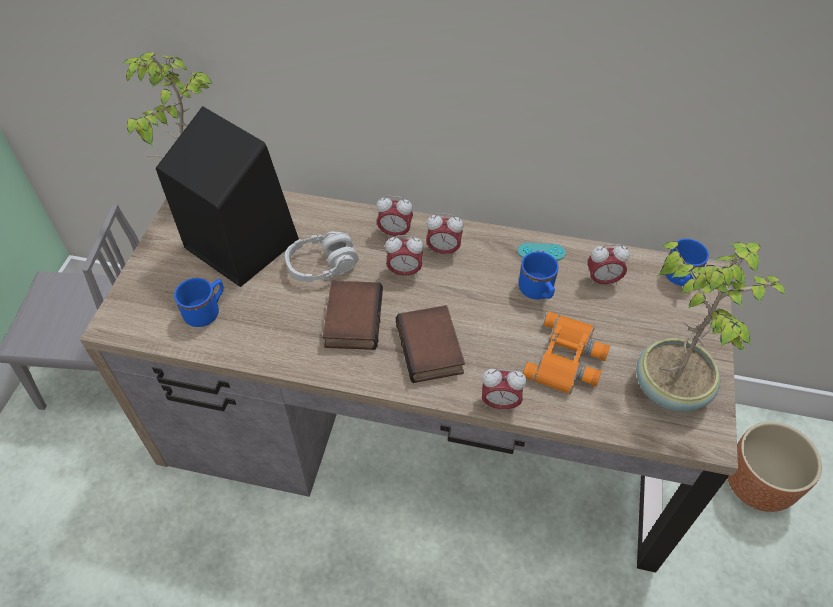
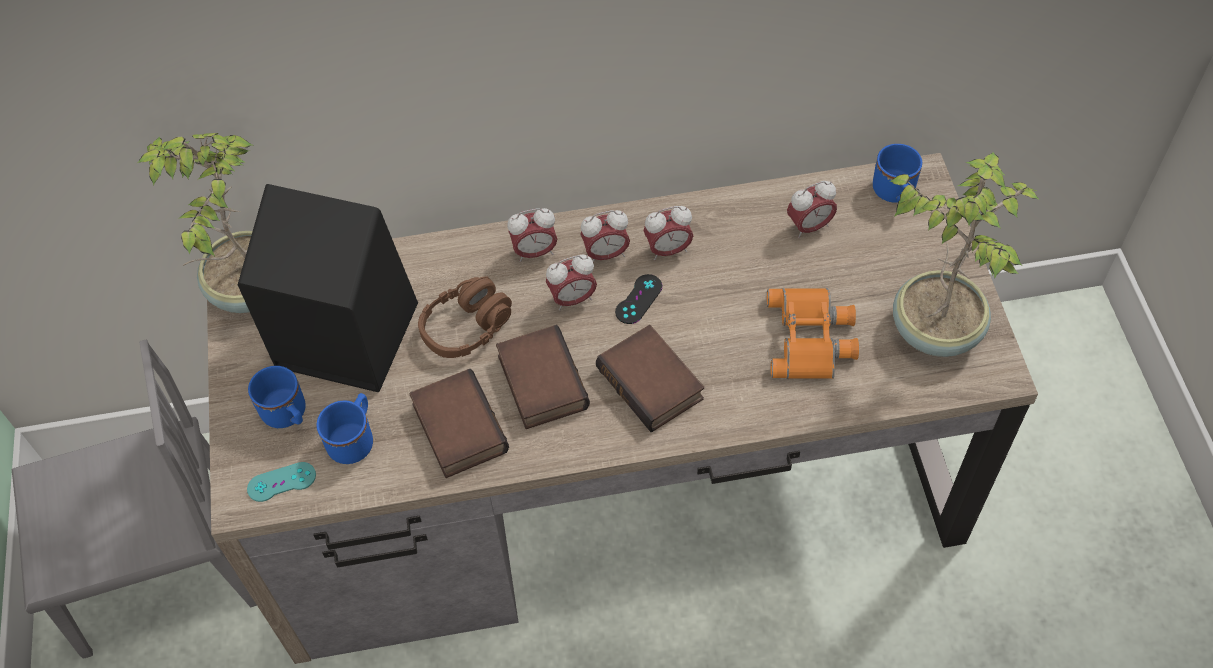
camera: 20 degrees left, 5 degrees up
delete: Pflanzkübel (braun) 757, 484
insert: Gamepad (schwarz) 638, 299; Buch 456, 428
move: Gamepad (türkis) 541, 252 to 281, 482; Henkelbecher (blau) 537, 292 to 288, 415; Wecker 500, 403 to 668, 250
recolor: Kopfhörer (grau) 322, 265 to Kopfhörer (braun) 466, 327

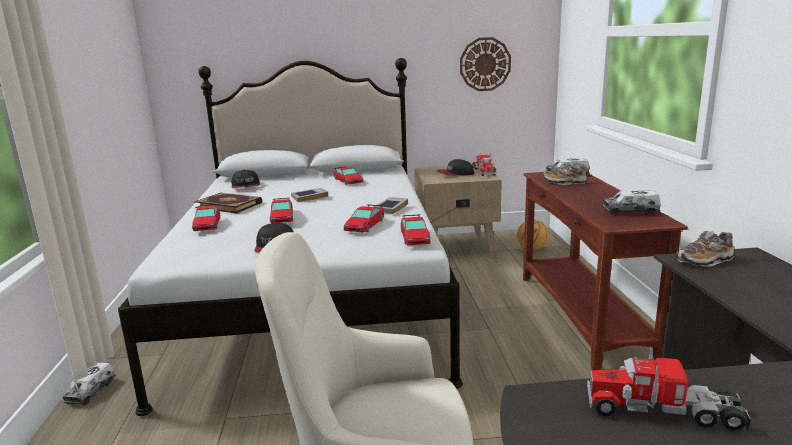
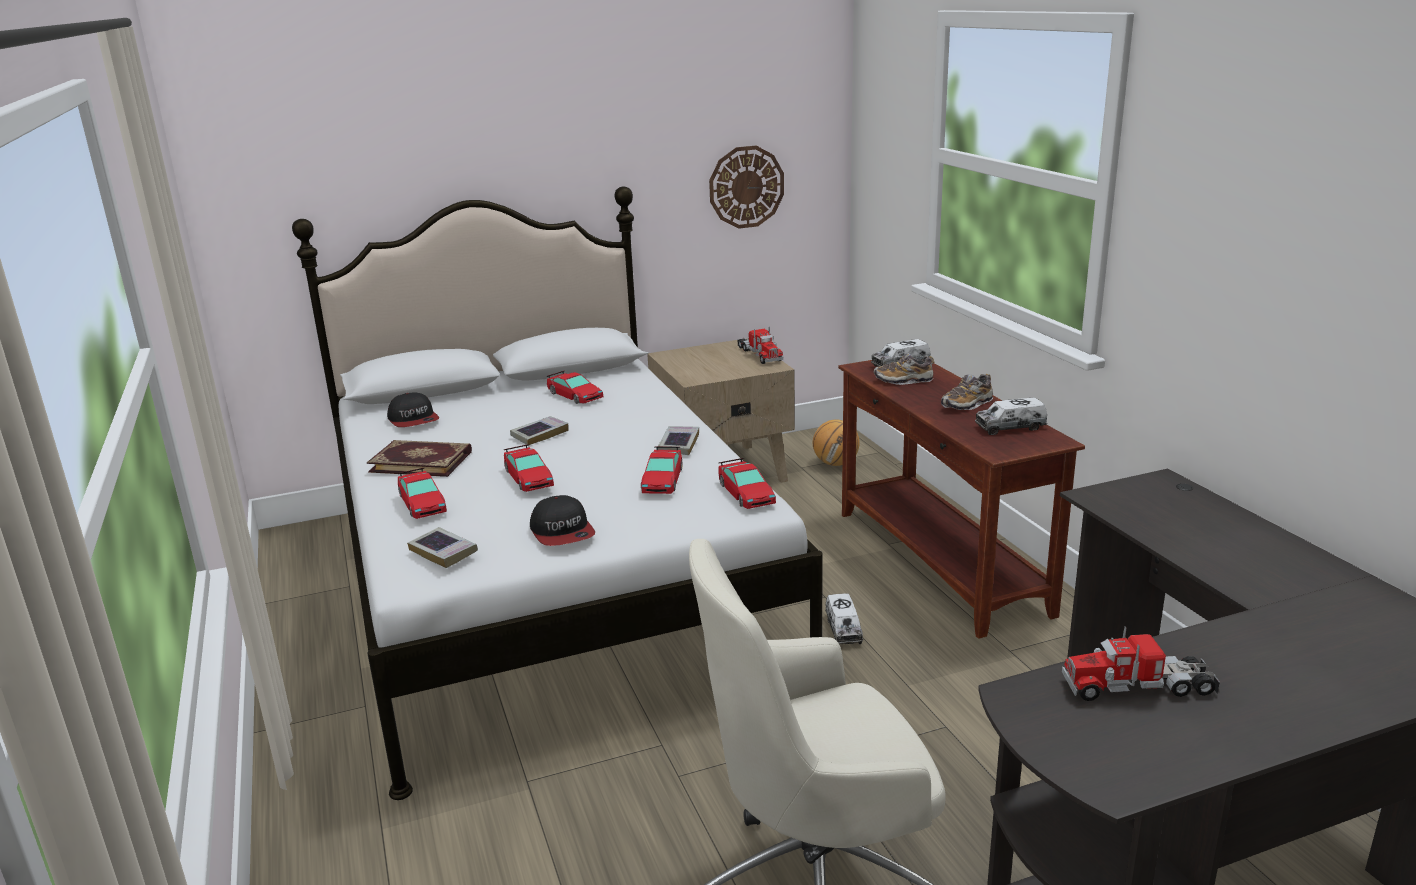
camera: 15 degrees left, 5 degrees up
delete: Kappe 455, 174
insert: Buch 443, 552
move: Schuh 704, 261 to 967, 404; Spielzeuglaster 91, 391 to 843, 630

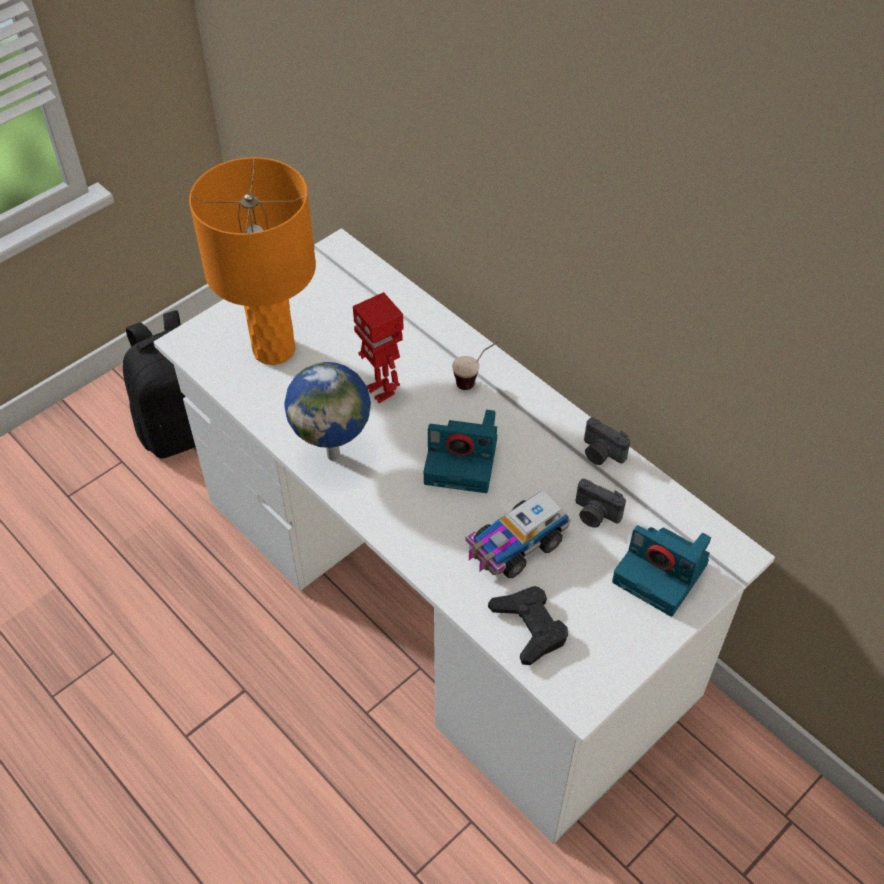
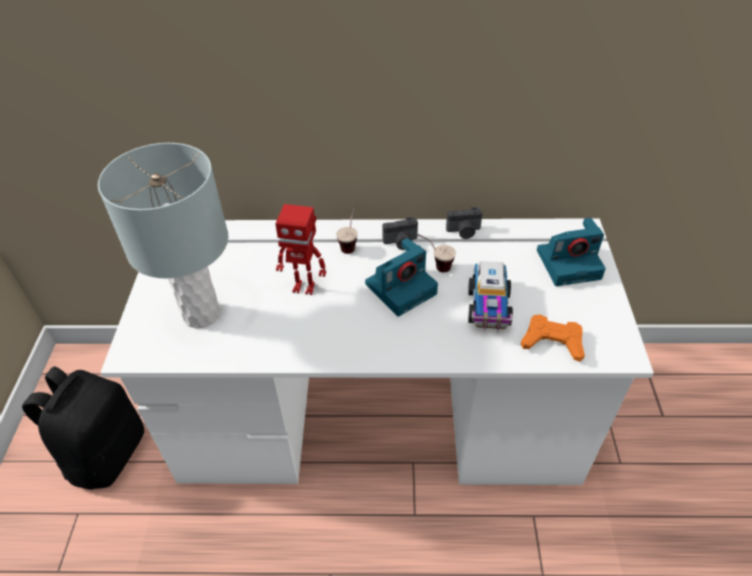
camera: 45 degrees left, 5 degrees down
delete: Globus 334, 454
insert: Tasse 434, 265
move: Kamera 595, 515 to 401, 242
recolor: Tischlampe (orange) 274, 349 to Tischlampe (grau) 202, 314; Gamepad (schwarz) 529, 627 to Gamepad (orange) 552, 341

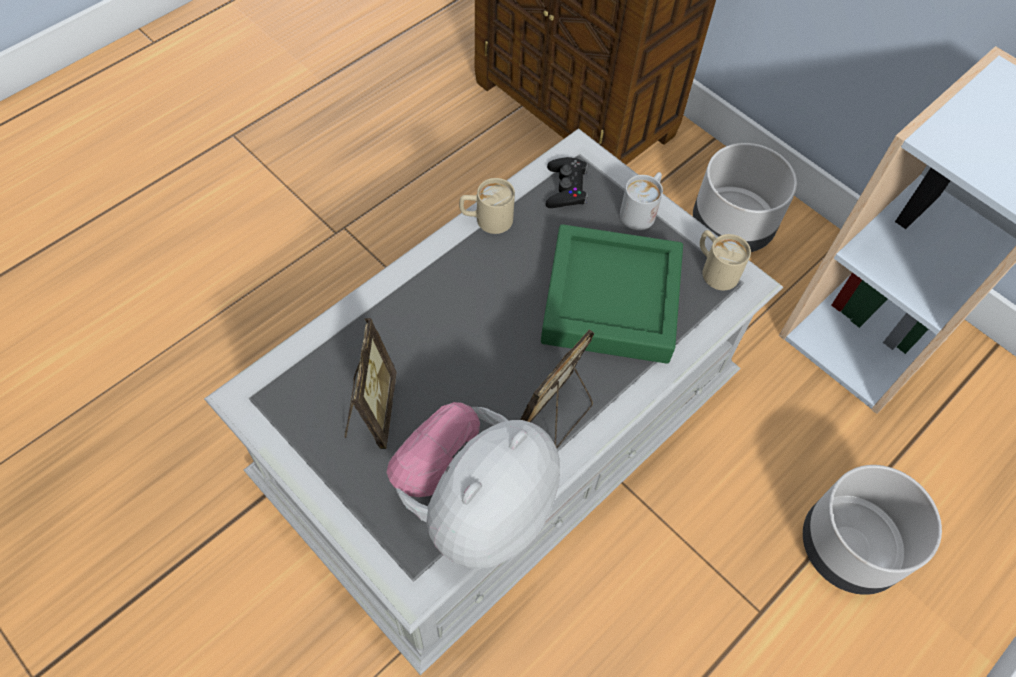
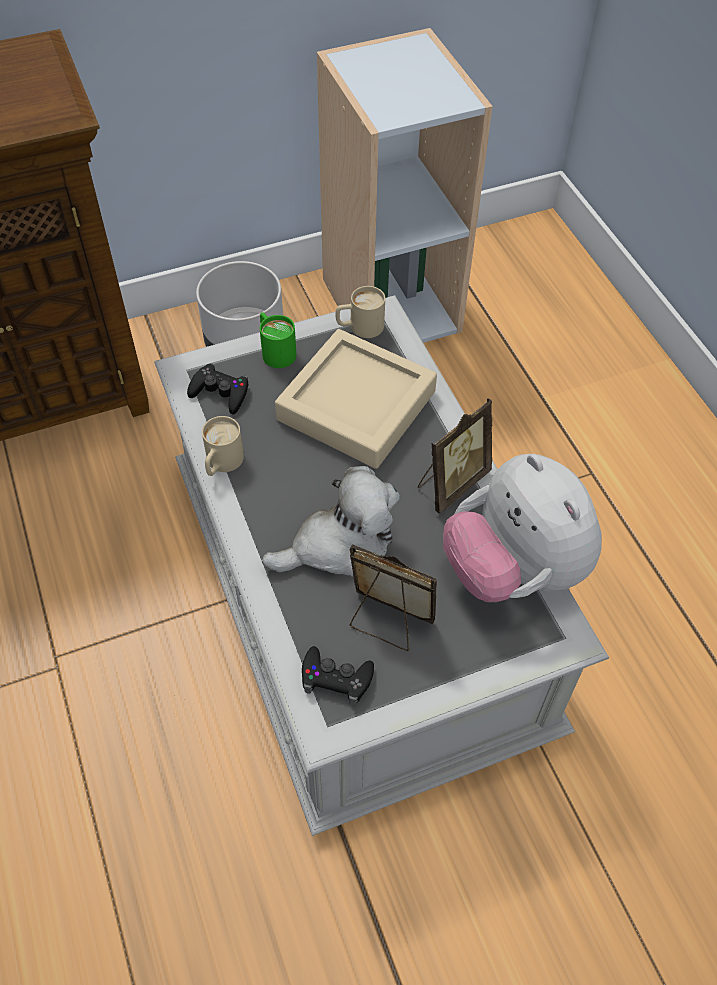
camera: 65 degrees left, 5 degrees down
delete: Pflanzkübel (grau) 849, 548
insert: Plüschtier 339, 545; Gamepad (schwarz) 336, 678
recolor: Henkelbecher (weiß) 641, 210 to Henkelbecher (grün) 275, 350; Tablett (grün) 611, 300 to Tablett (beige) 356, 406
rotate: Bilderrahmen 556, 415 = 451, 483 105 degrees counterclockwise

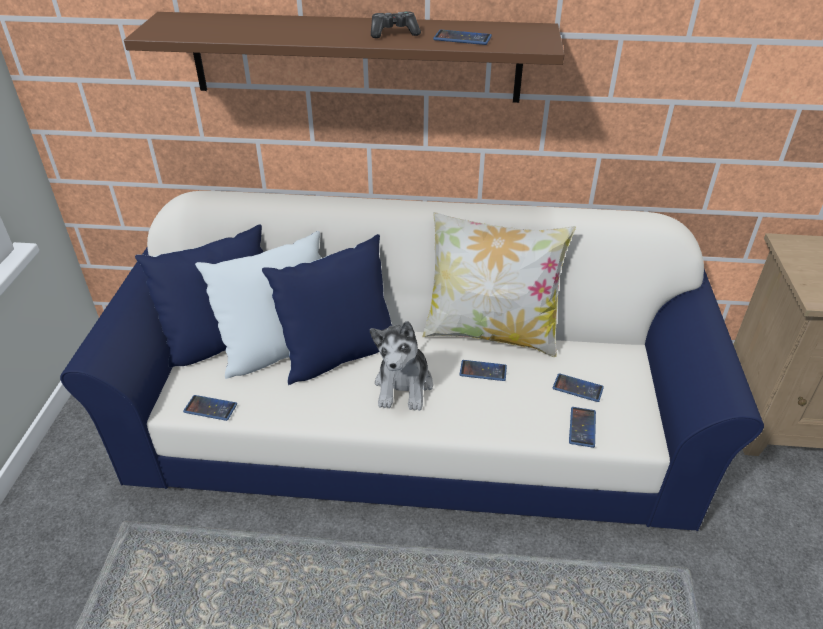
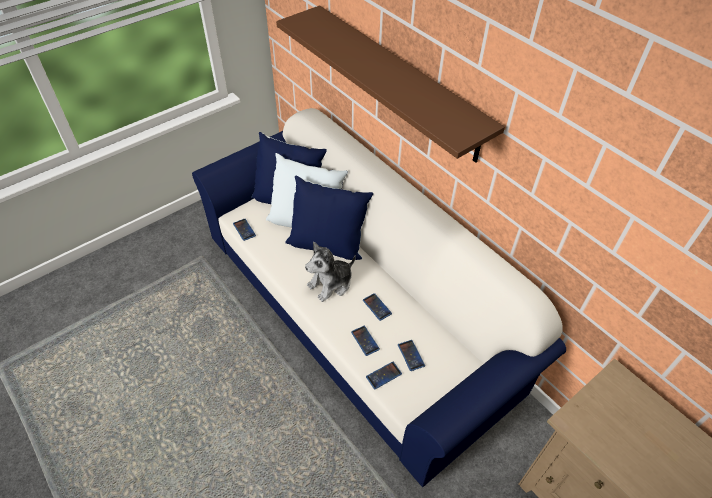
camera: 45 degrees right, 10 degrees up
delete: Gamepad 394, 33; Kissen 491, 333
move: Handy 462, 38 to 365, 341

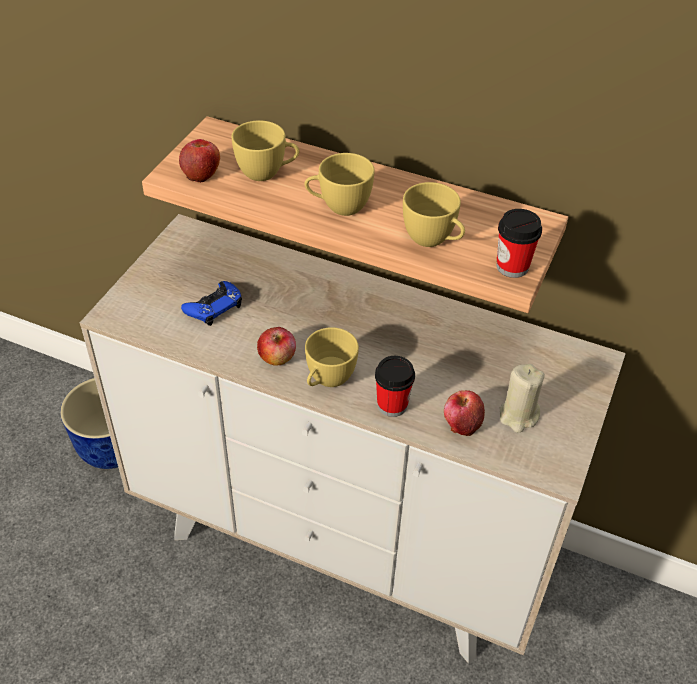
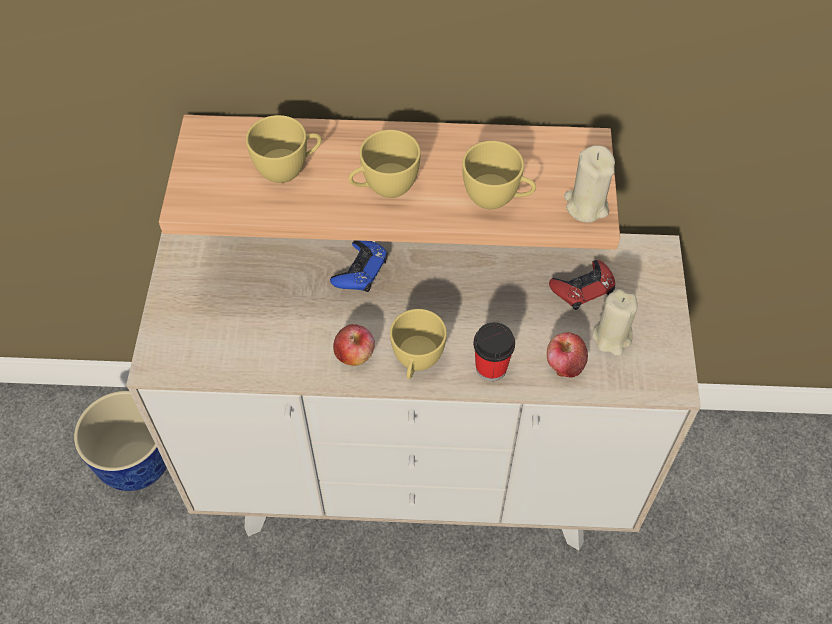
camera: 20 degrees left, 10 degrees up
delete: Apfel 201, 173
insert: Gamepad (rot) 583, 288
move: Gamepad (blau) 214, 307 to 360, 270
replace: Tasse 512, 266 to Kerze (beige) 586, 205

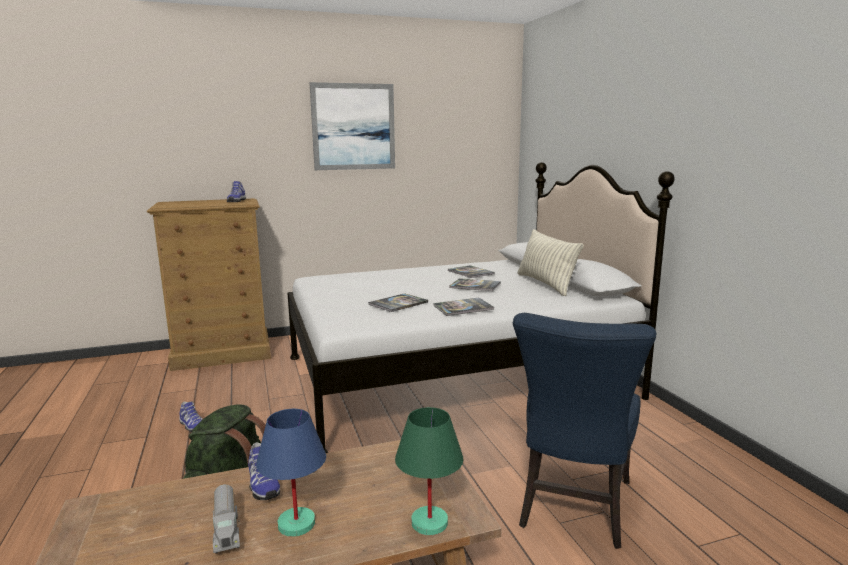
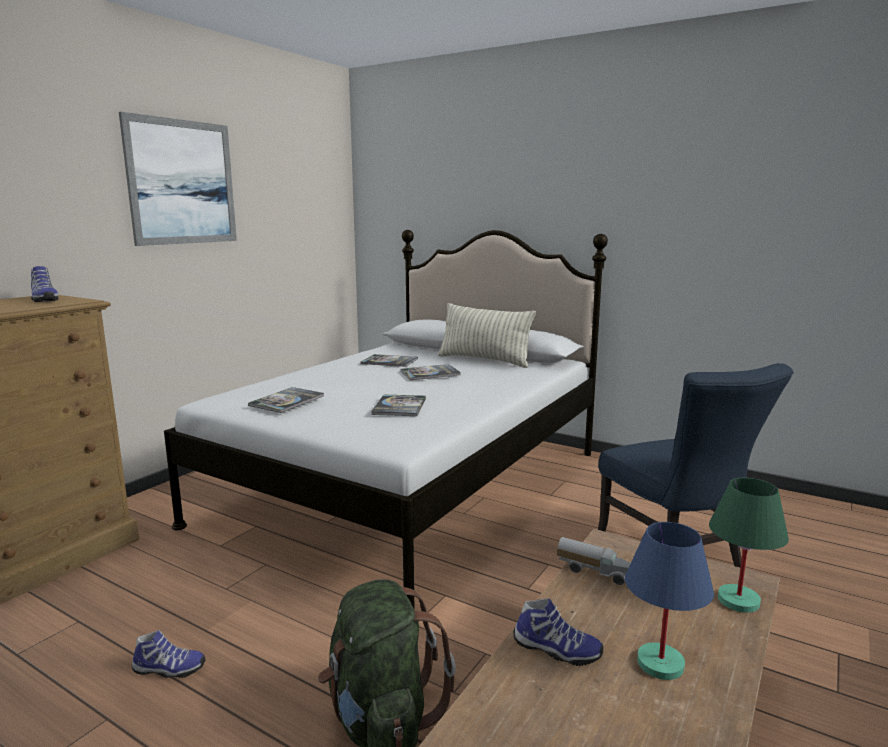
camera: 40 degrees left, 0 degrees up
move: Buch 463, 308 to 287, 401; Spielzeuglaster 227, 530 to 594, 571

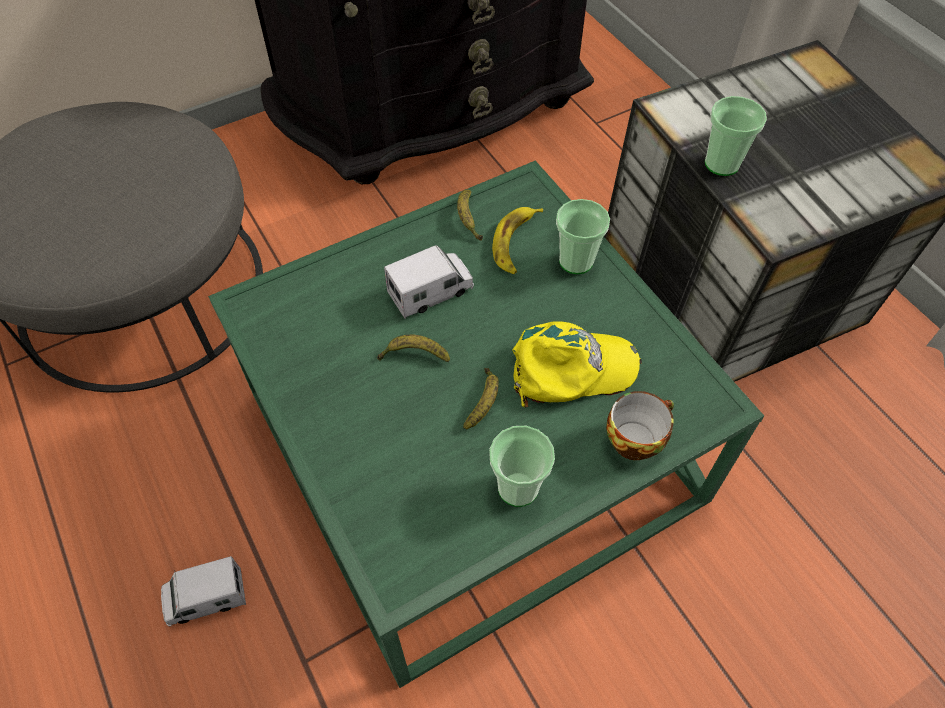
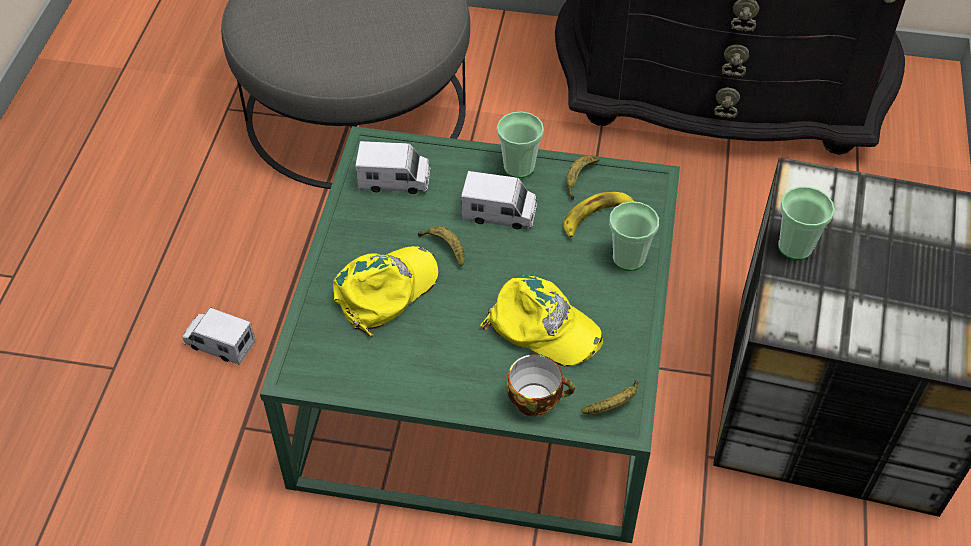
camera: 40 degrees right, 5 degrees down
insert: Spielzeuglaster 394, 181; Kappe (gelb) 386, 290
move: Banane 483, 402 to 614, 404; Tasse 518, 487 to 519, 167

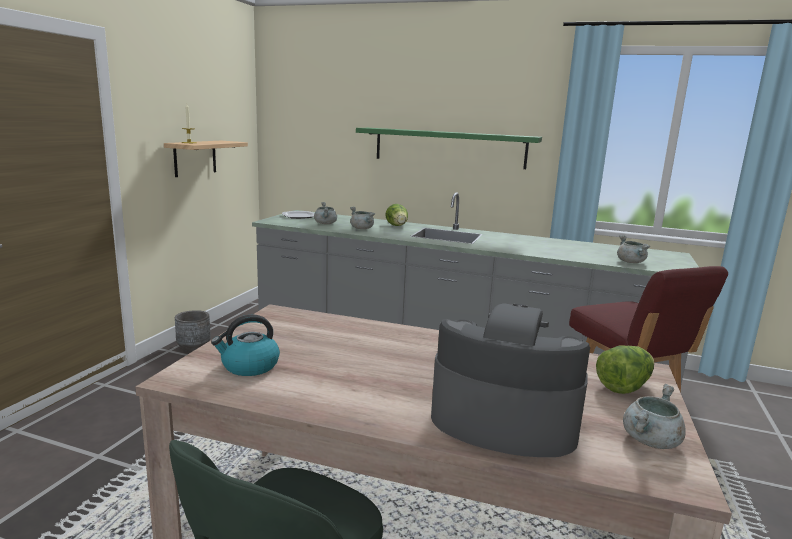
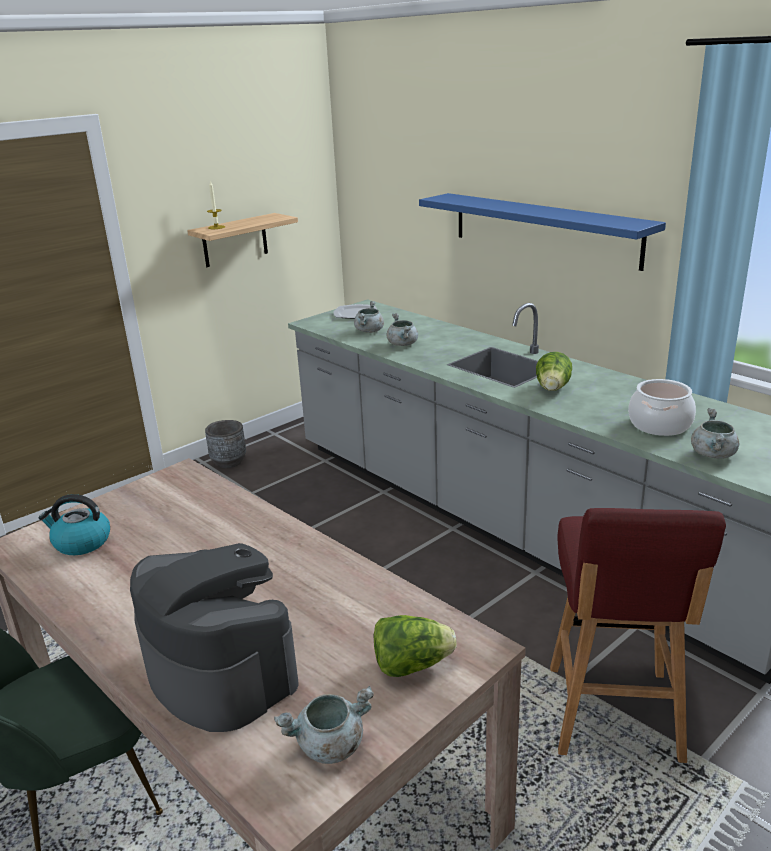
camera: 30 degrees right, 10 degrees up
insert: Kochtopf 660, 425
move: Salatkopf 397, 226 to 552, 389
recolor: Wandregal (grün) 449, 147 to Wandregal (blau) 543, 229

